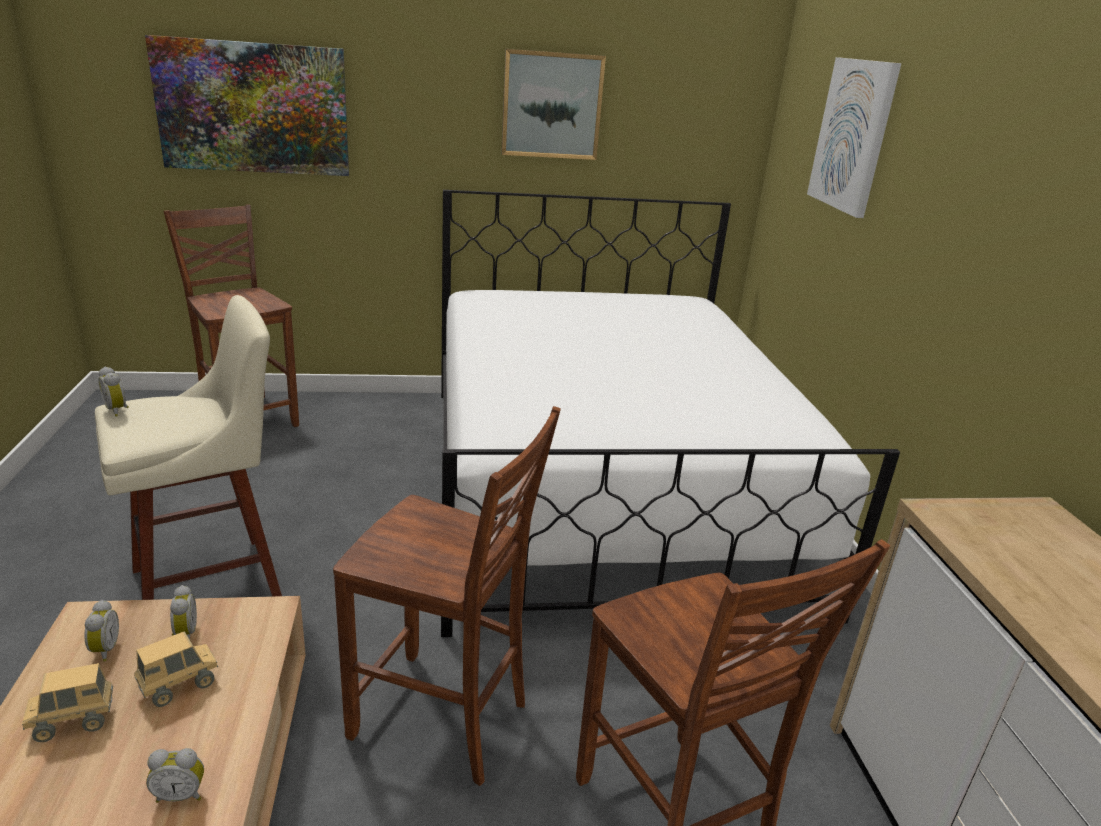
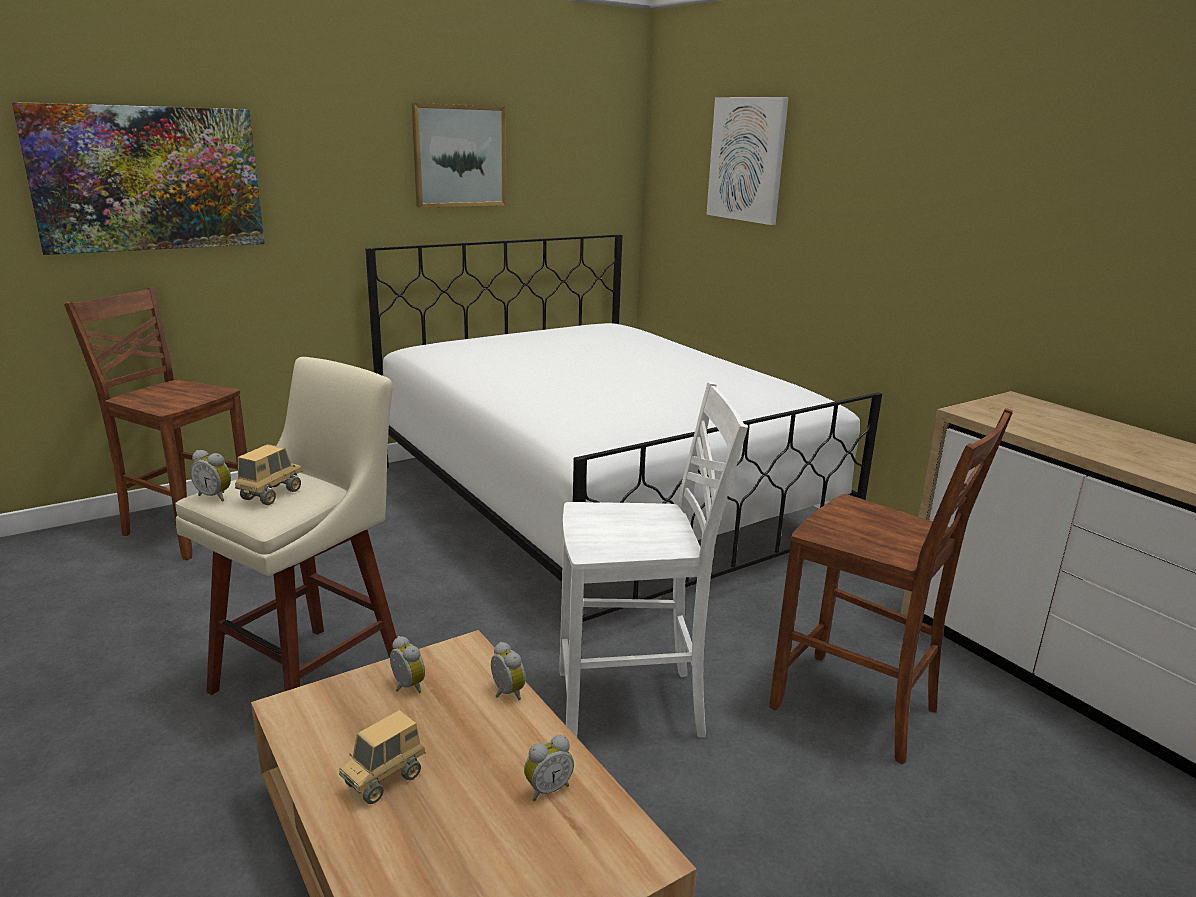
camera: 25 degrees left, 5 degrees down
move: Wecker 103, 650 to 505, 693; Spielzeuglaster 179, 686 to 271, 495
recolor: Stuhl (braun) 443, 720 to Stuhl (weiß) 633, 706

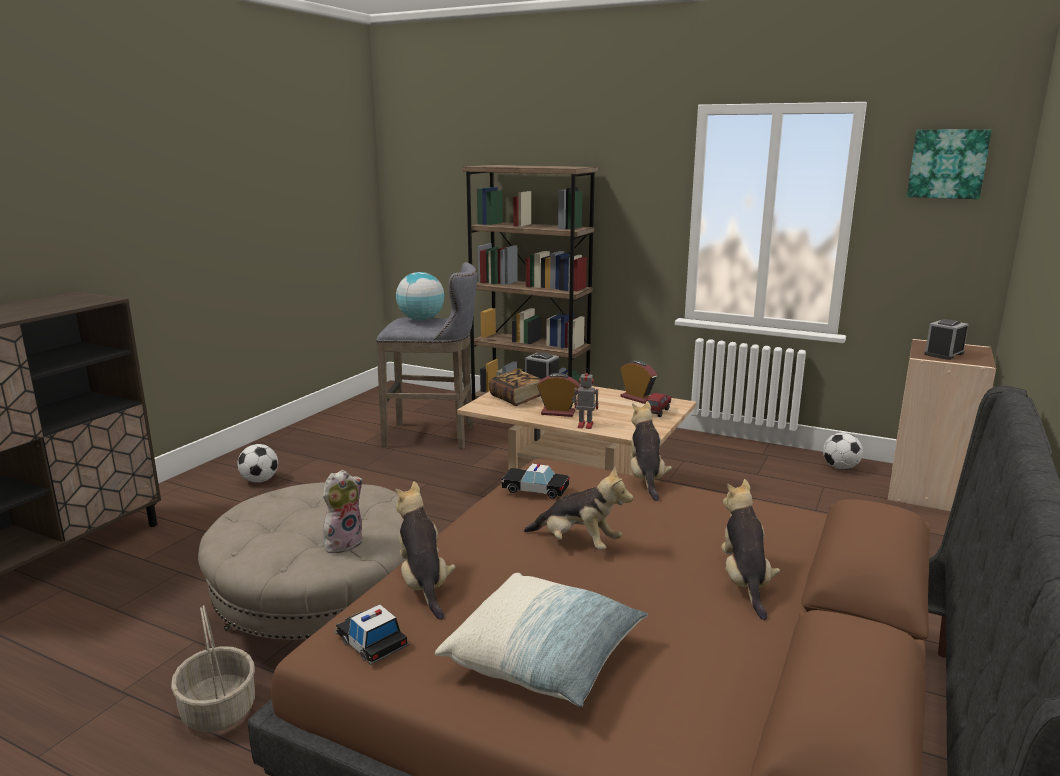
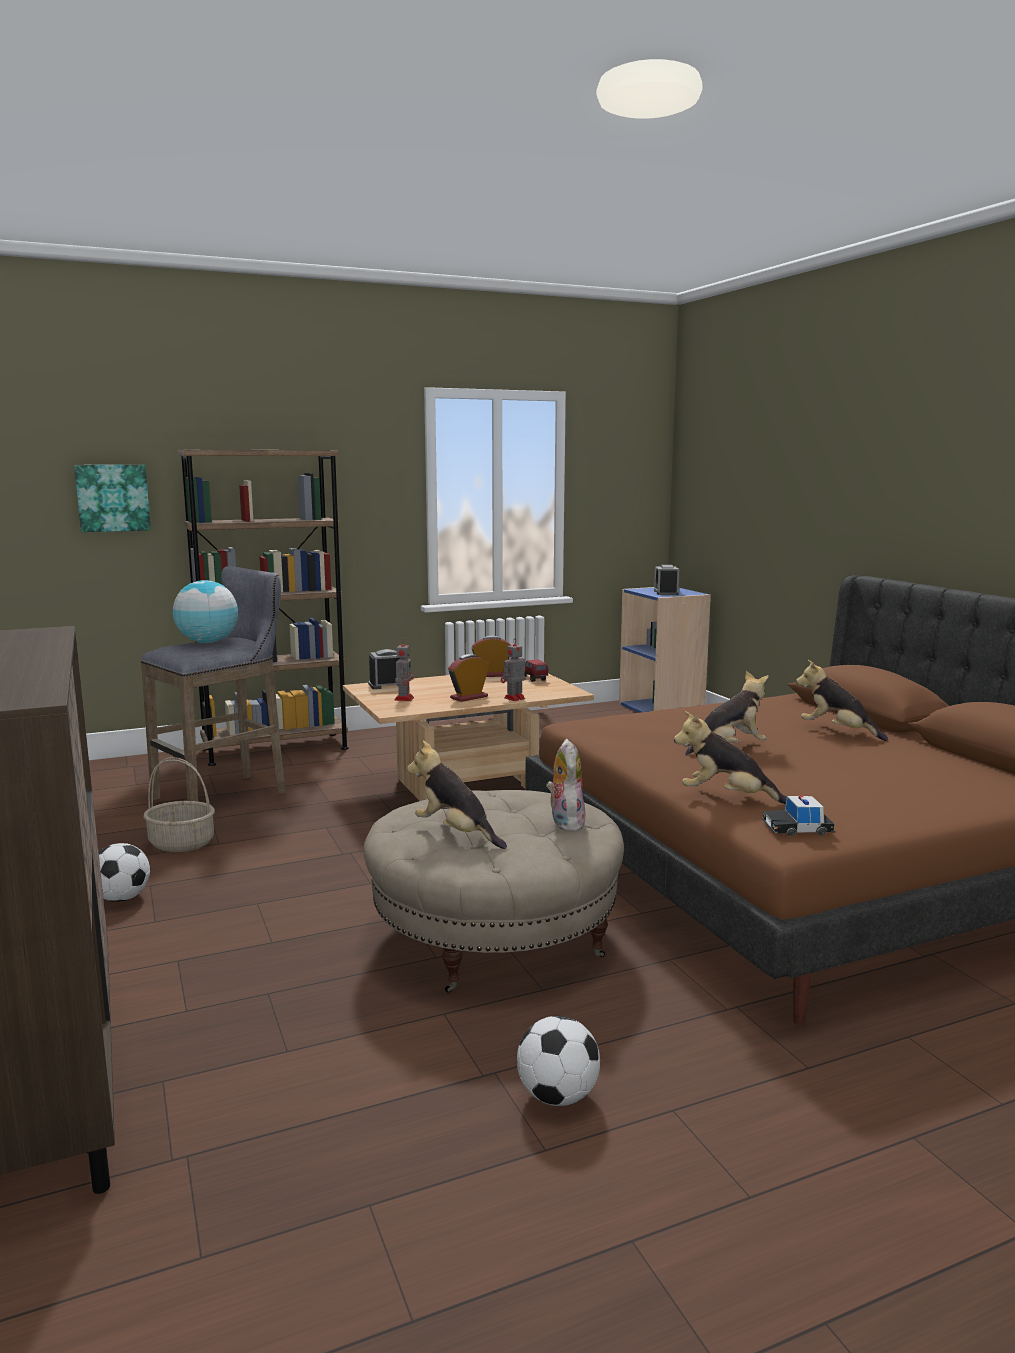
camera: 50 degrees left, 5 degrees down
delete: Spielzeugauto 535, 489; Kissen 544, 658
move: Bild 947, 164 to 113, 498; Plüschtier 646, 479 to 456, 833; Fußball 840, 468 to 557, 1096; Korb 219, 710 to 182, 843
replace: Buch 517, 399 to Spielzeugroboter 404, 698
recolor: Bücherregal (braun) 928, 491 to Bücherregal (blau) 662, 709

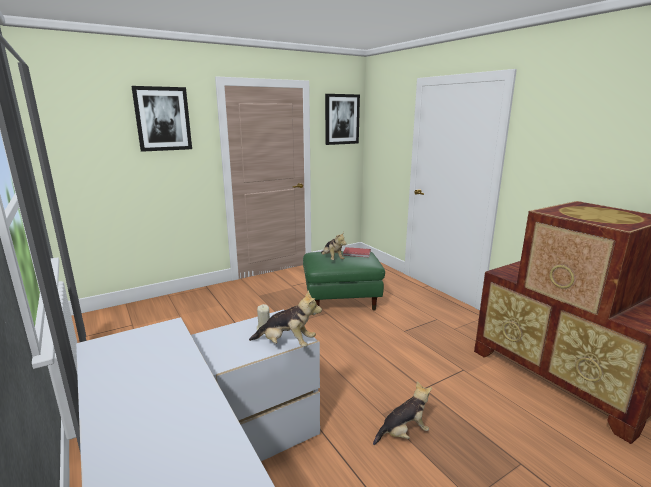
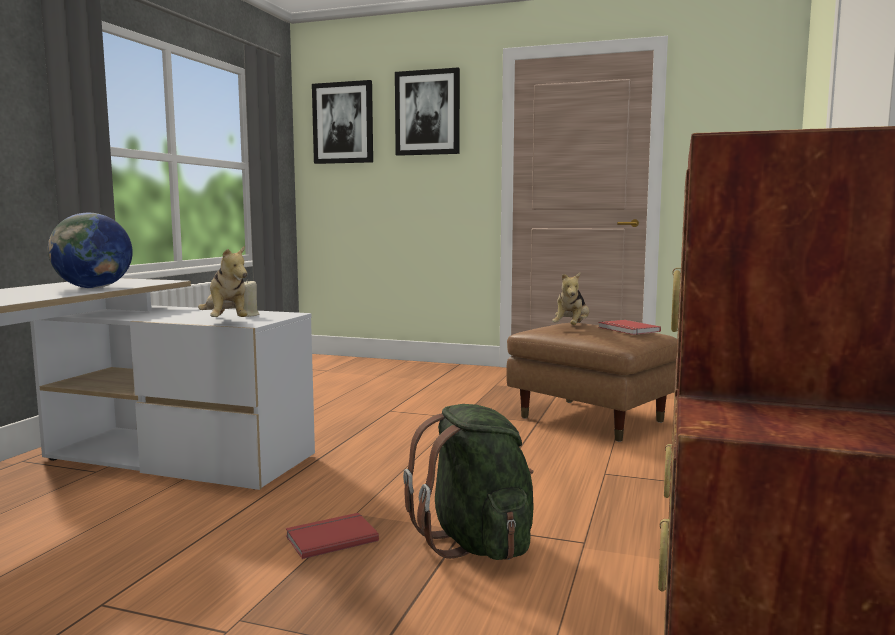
camera: 50 degrees right, 10 degrees down
insert: Globus 94, 288; Rucksack (grün) 477, 542
move: Bild 341, 119 to 343, 123
replace: Plüschtier 403, 433 to Buch (rot) 330, 537
recolor: Polsterhocker (grün) 341, 301 to Polsterhocker (braun) 589, 419

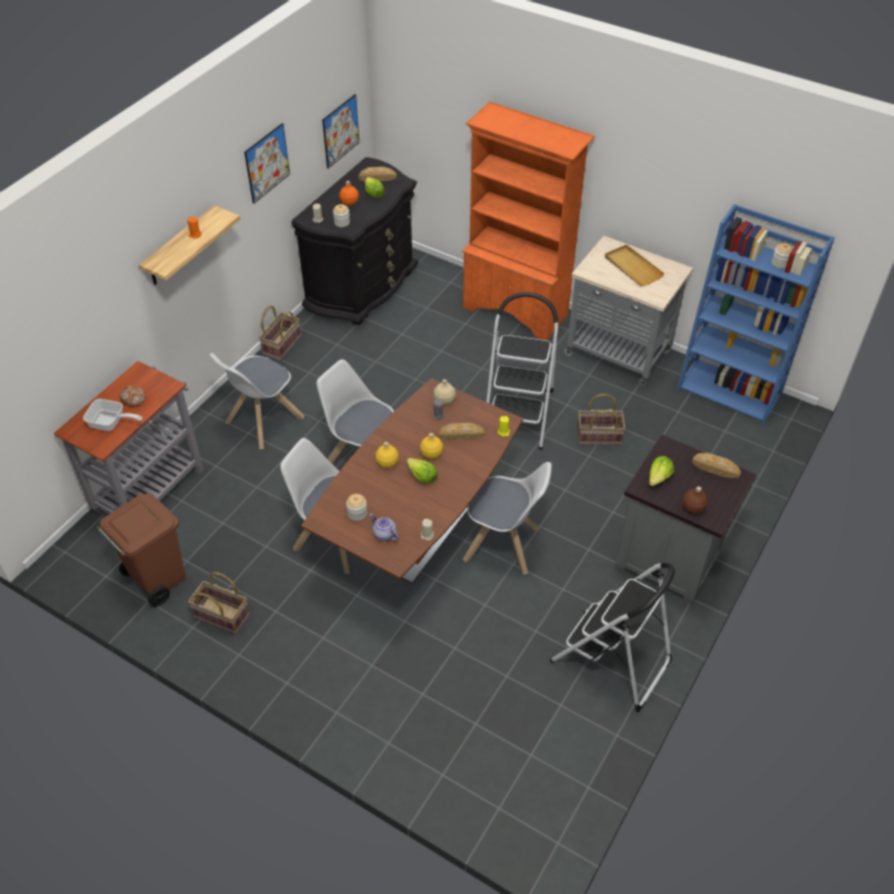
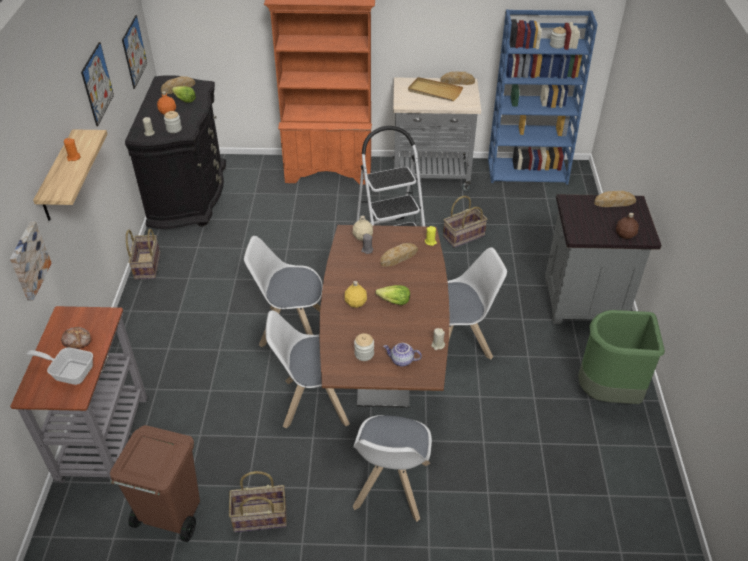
camera: 30 degrees left, 5 degrees down
delete: Flasche (gelb) 431, 453; Salatkopf 659, 478
insert: Brot 457, 81; Bild 28, 261
move: Stuhl 262, 421 to 391, 487
replace: Trittleiter 613, 663 to Mülleimer (grün) 608, 393
rotate: Pfanne 111, 423 = 69, 372 150 degrees counterclockwise

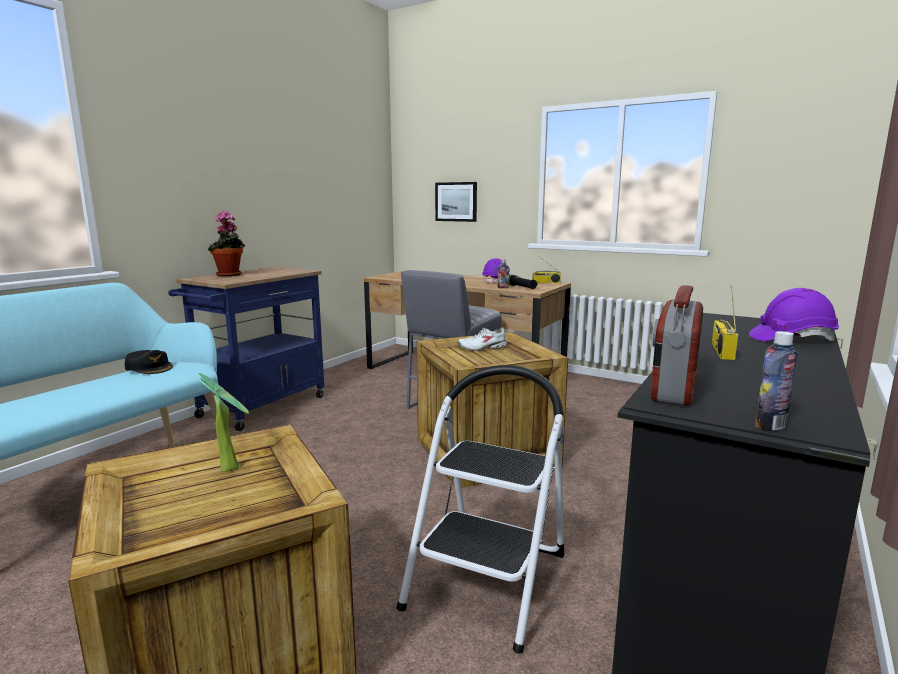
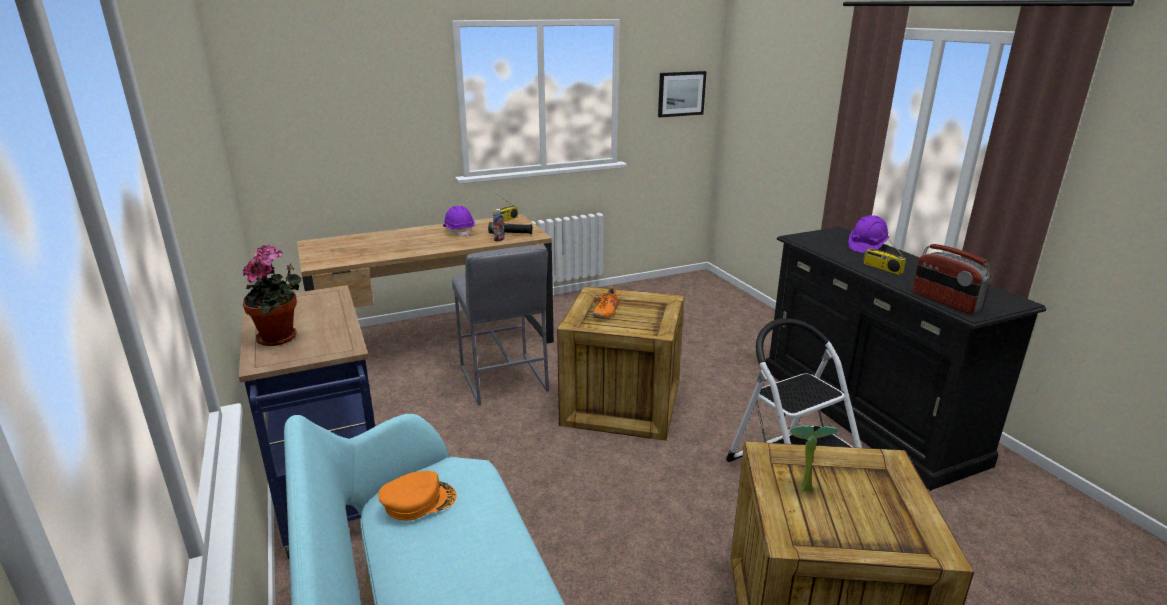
camera: 55 degrees left, 10 degrees up
delete: Flasche 770, 426
move: Bild 456, 201 to 681, 94
recolor: Schuh (weiß) 482, 348 to Schuh (orange) 605, 312; Kappe (schwarz) 149, 367 to Kappe (orange) 418, 501

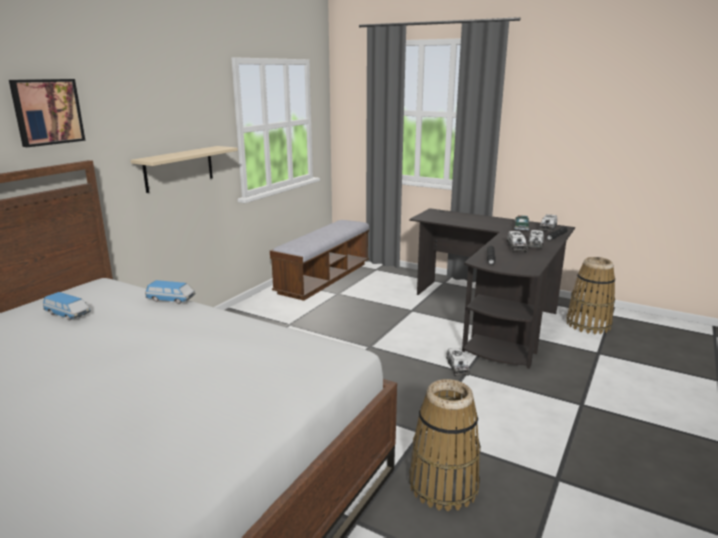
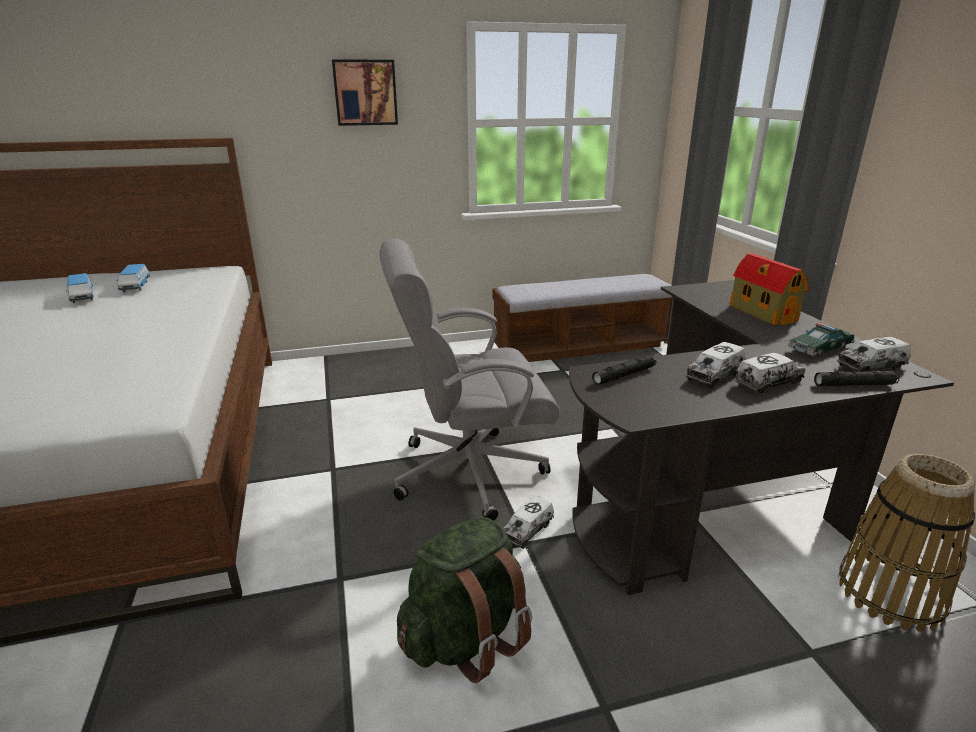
camera: 45 degrees right, 5 degrees up
delete: Wandregal (beige) 179, 168; Korb 443, 485
insert: Bürostuhl (grau) 470, 471; Spielzeughaus 761, 312; Rucksack (grün) 466, 638
move: Bild 47, 112 to 365, 92; Spielzeugauto 171, 300 to 82, 297

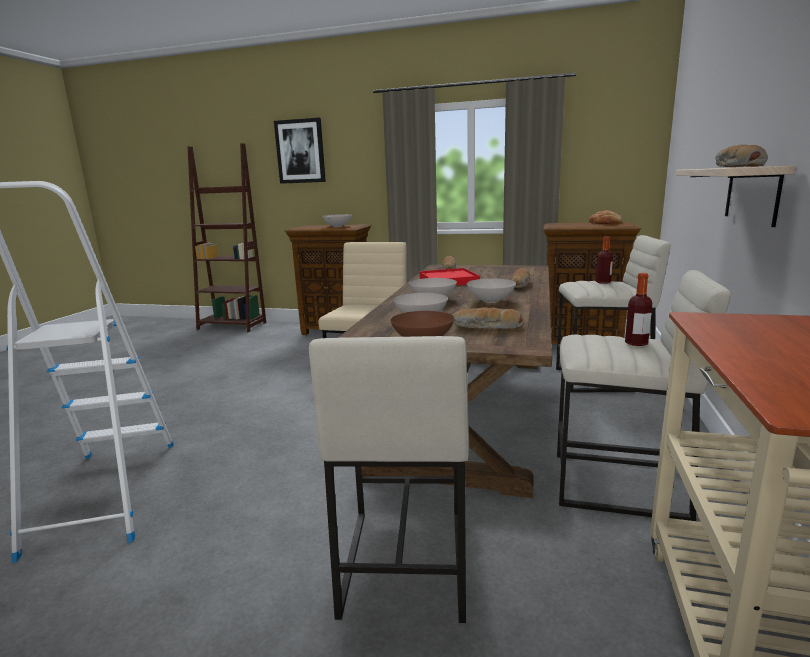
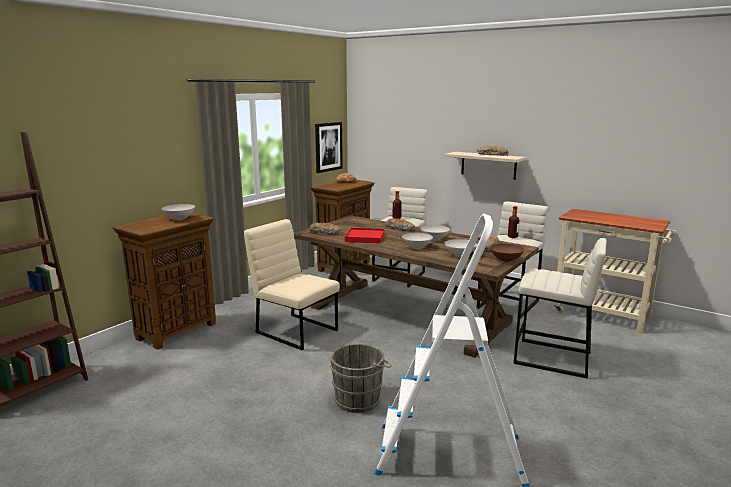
camera: 70 degrees left, 0 degrees up
insert: Eimer (grau) 360, 399
move: Bild 300, 151 to 328, 147

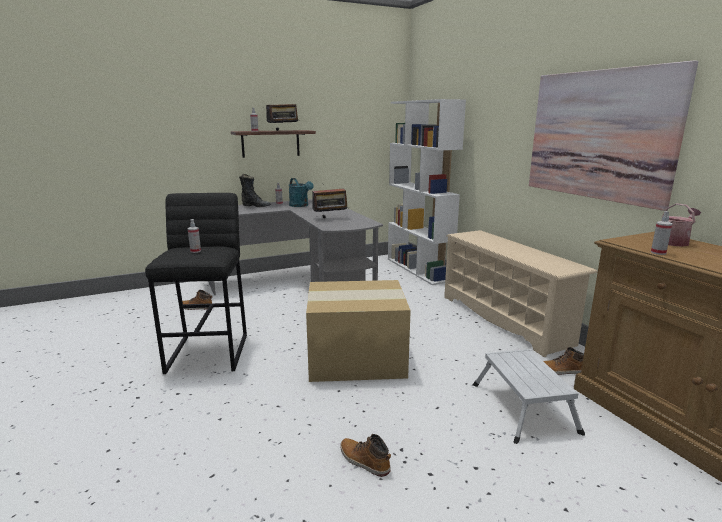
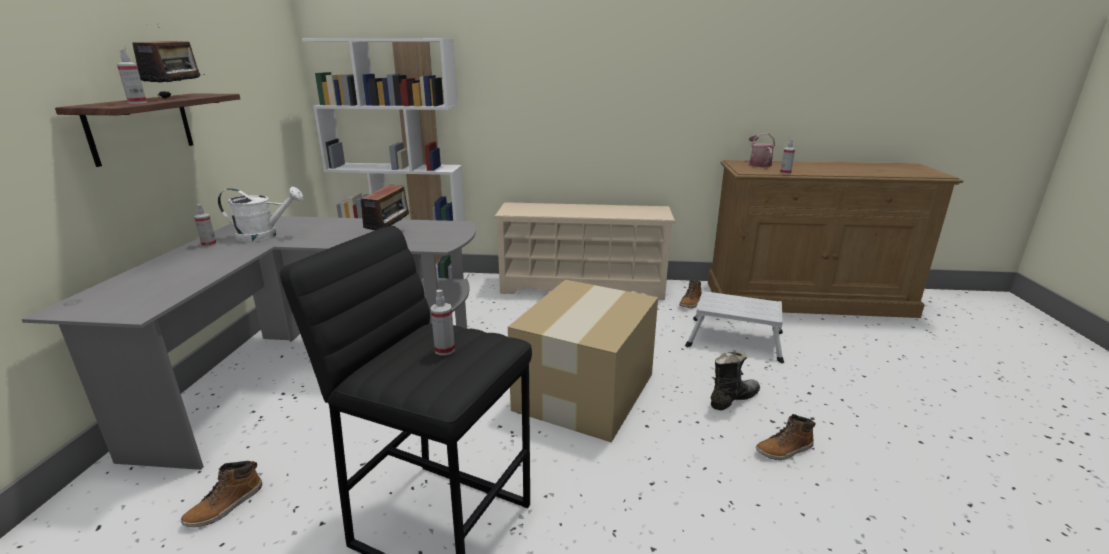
camera: 60 degrees left, 5 degrees up
delete: Bild 599, 135
move: Stiefel (schwarz) 256, 206 to 732, 399
recolor: Gießkanne (türkis) 300, 205 to Gießkanne (weiß) 264, 235

